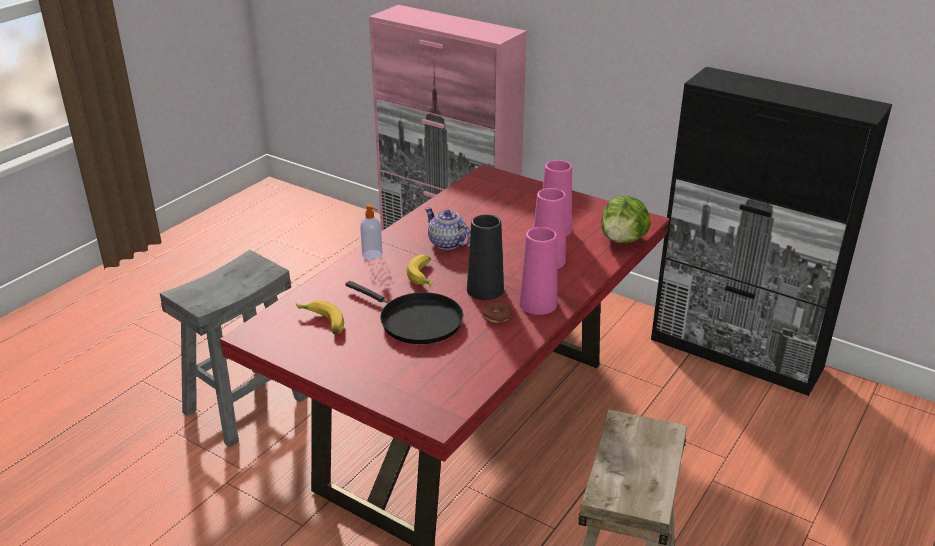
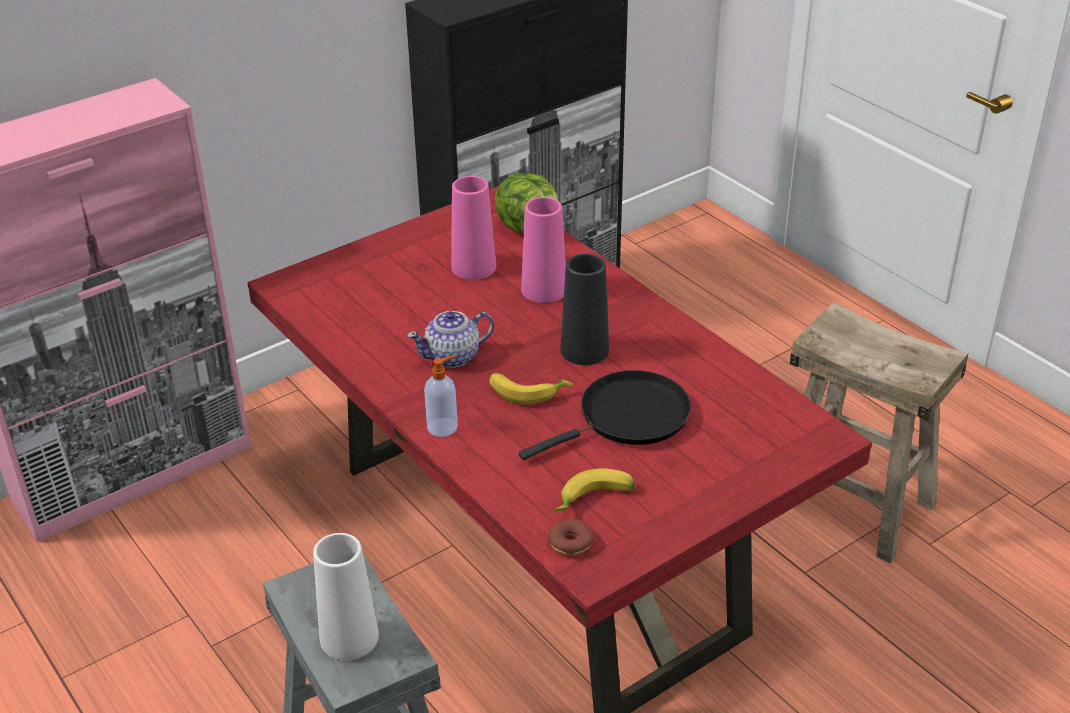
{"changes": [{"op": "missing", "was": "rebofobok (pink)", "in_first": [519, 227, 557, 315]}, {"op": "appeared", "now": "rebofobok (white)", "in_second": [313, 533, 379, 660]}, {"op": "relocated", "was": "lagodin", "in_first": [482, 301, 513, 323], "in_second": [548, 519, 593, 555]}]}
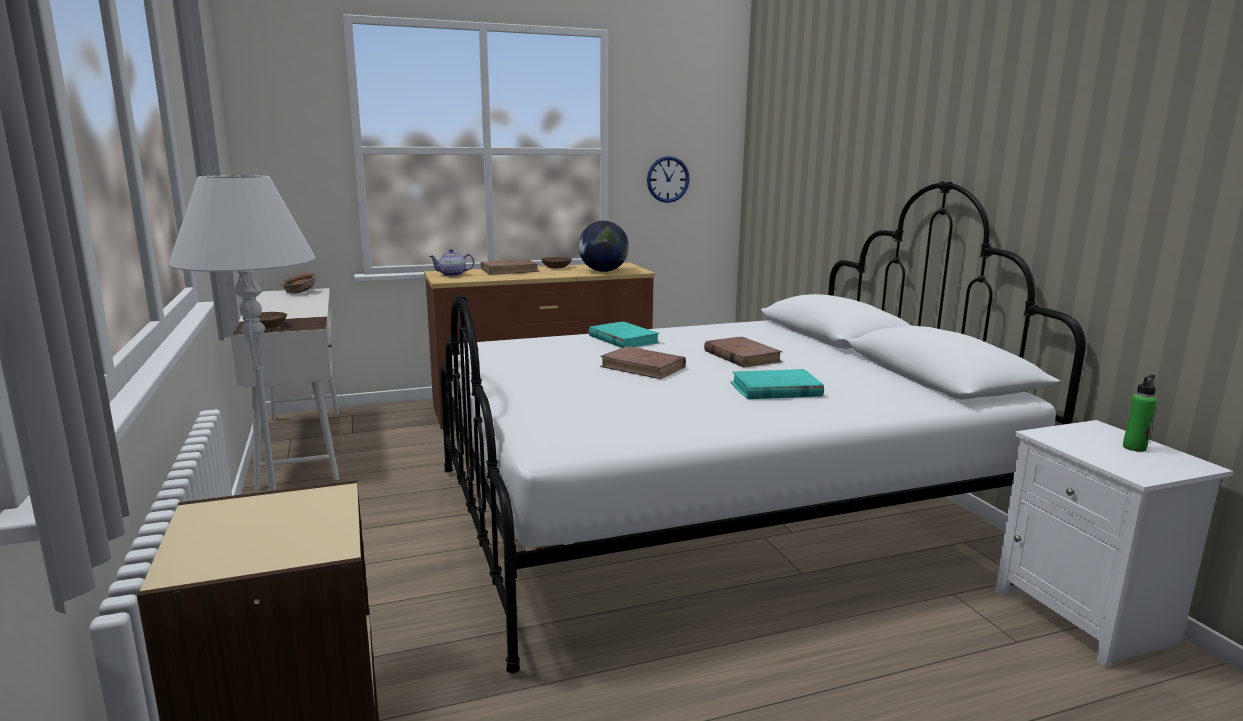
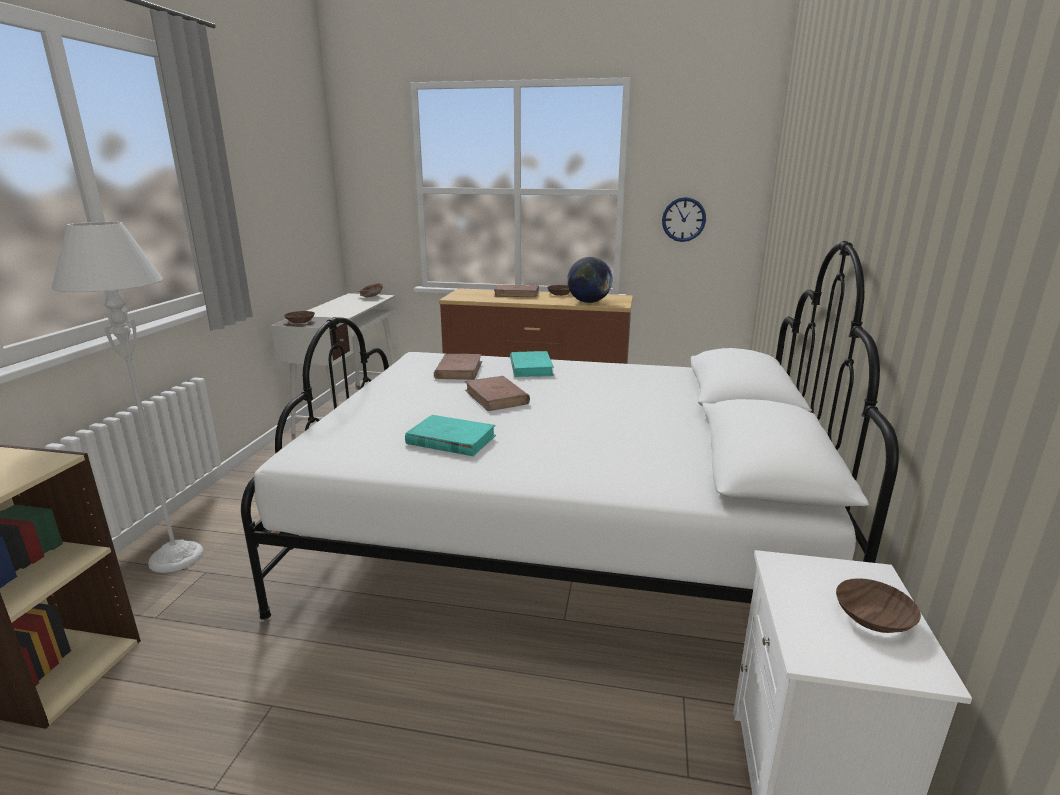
{"changes": [{"op": "missing", "was": "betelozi", "in_first": [429, 249, 474, 277]}, {"op": "relocated", "was": "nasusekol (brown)", "in_first": [704, 337, 783, 368], "in_second": [434, 354, 482, 380]}, {"op": "relocated", "was": "nasusekol (turquoise)", "in_first": [730, 369, 824, 399], "in_second": [405, 415, 496, 456]}, {"op": "exchanged", "was": "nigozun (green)", "now": "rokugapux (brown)", "in_first": [1123, 375, 1157, 452], "in_second": [836, 578, 921, 633]}]}
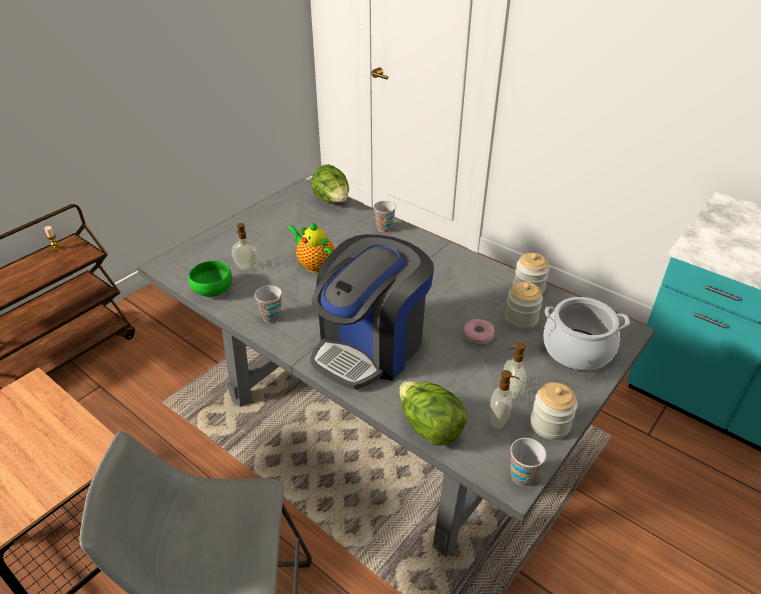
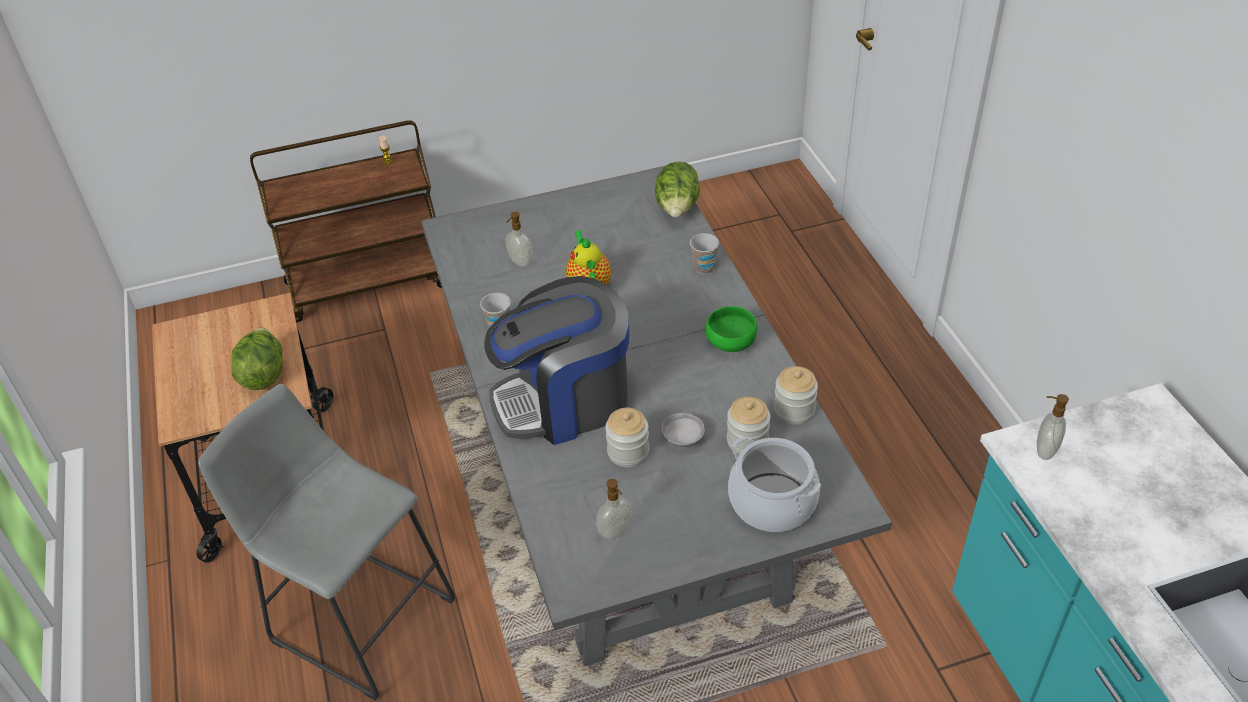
{"changes": [{"op": "missing", "was": "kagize", "in_first": [510, 438, 546, 486]}, {"op": "relocated", "was": "rokugapux (green)", "in_first": [188, 260, 232, 297], "in_second": [705, 306, 757, 352]}, {"op": "relocated", "was": "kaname", "in_first": [399, 381, 466, 446], "in_second": [231, 327, 282, 390]}, {"op": "relocated", "was": "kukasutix", "in_first": [503, 342, 527, 400], "in_second": [1037, 394, 1069, 460]}, {"op": "relocated", "was": "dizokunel", "in_first": [531, 382, 578, 440], "in_second": [605, 408, 649, 467]}, {"op": "exchanged", "was": "lagodin", "now": "rokugapux (grey)", "in_first": [463, 319, 495, 345], "in_second": [661, 413, 705, 447]}]}
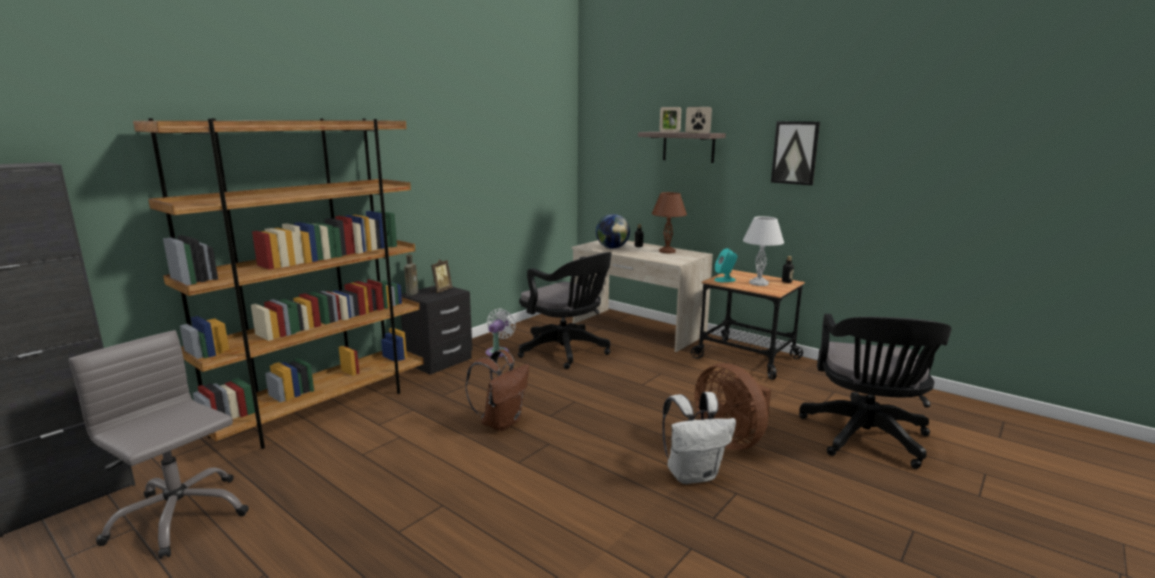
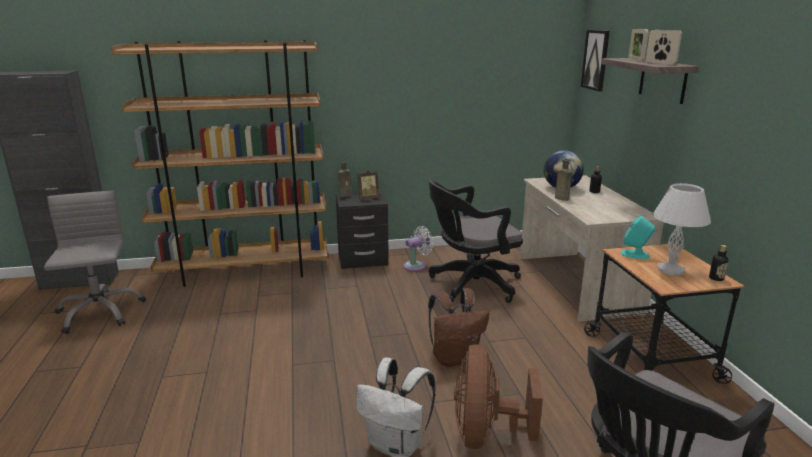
{"changes": [{"op": "missing", "was": "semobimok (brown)", "in_first": [652, 192, 687, 253]}, {"op": "appeared", "now": "nigozun (brown)", "in_second": [555, 159, 572, 201]}, {"op": "relocated", "was": "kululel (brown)", "in_first": [465, 350, 529, 431], "in_second": [428, 288, 490, 367]}, {"op": "relocated", "was": "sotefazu", "in_first": [771, 121, 820, 185], "in_second": [581, 30, 610, 92]}, {"op": "spun", "was": "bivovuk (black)", "in_first": [518, 252, 612, 369], "in_second": [428, 180, 523, 303], "clockwise": 75}]}
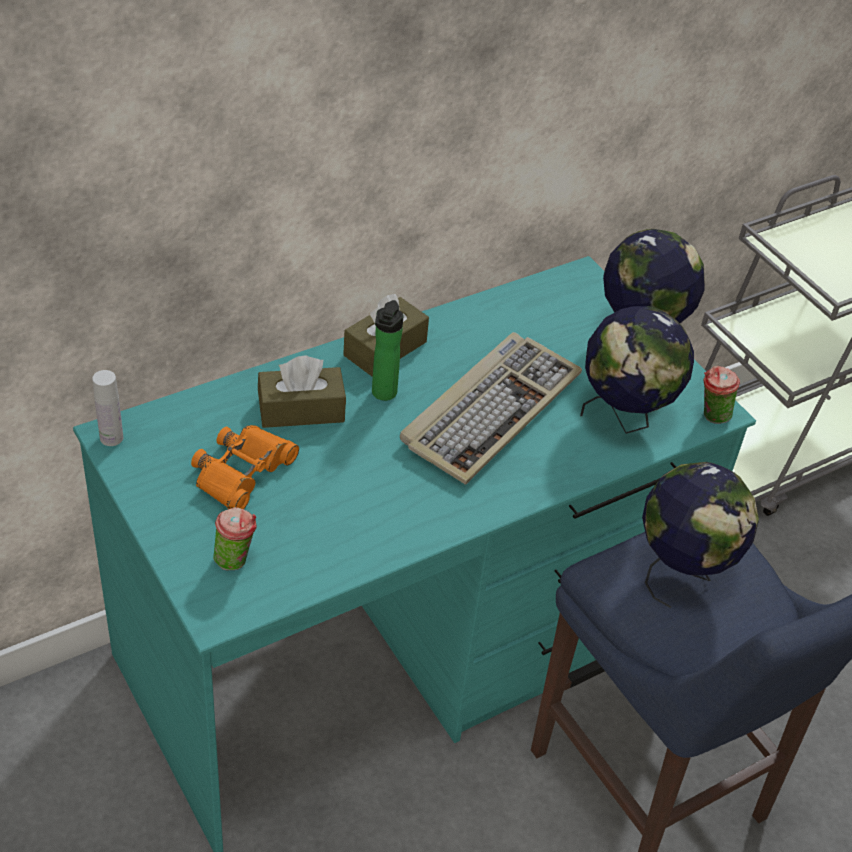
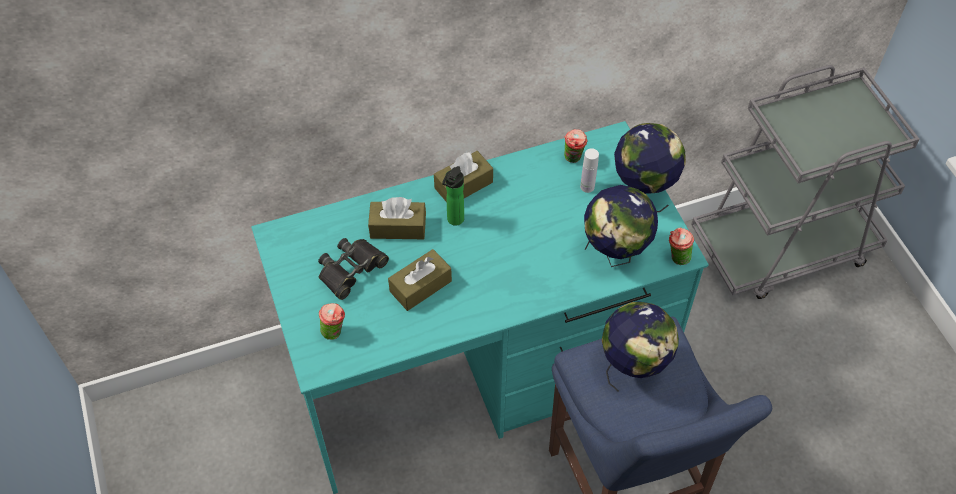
{"changes": [{"op": "missing", "was": "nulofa", "in_first": [400, 332, 582, 484]}, {"op": "appeared", "now": "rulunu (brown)", "in_second": [388, 249, 452, 311]}, {"op": "appeared", "now": "kagize", "in_second": [564, 129, 587, 163]}, {"op": "relocated", "was": "nigozun (white)", "in_first": [92, 370, 123, 446], "in_second": [580, 148, 599, 193]}, {"op": "colour", "was": "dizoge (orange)", "now": "dizoge (black)", "in_first": [191, 425, 299, 509], "in_second": [318, 238, 389, 300]}]}
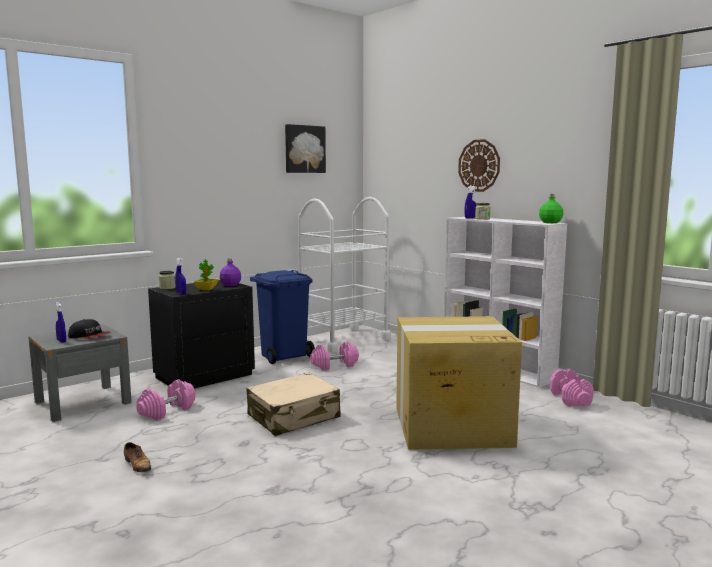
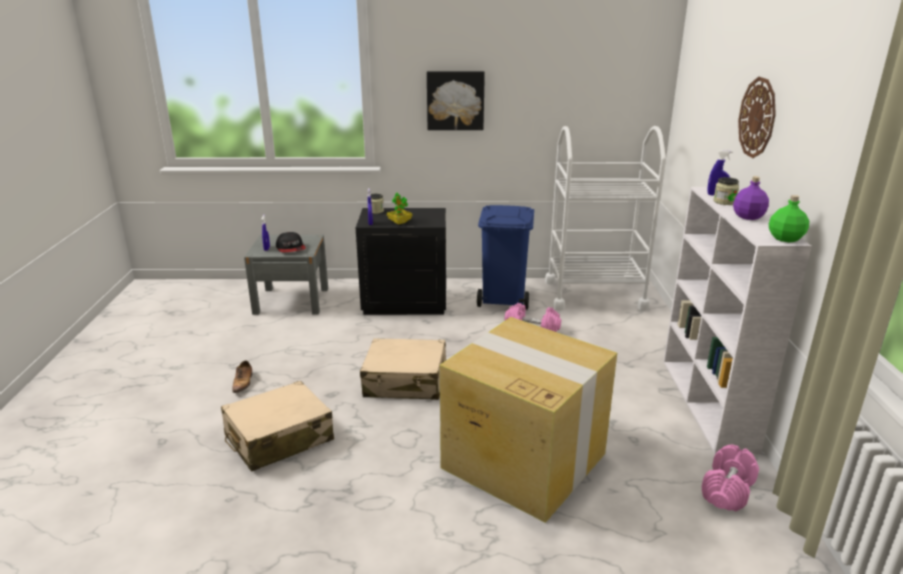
{"changes": [{"op": "missing", "was": "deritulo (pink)", "in_first": [136, 379, 195, 420]}, {"op": "appeared", "now": "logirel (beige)", "in_second": [221, 381, 334, 471]}, {"op": "relocated", "was": "nigozun (purple)", "in_first": [220, 258, 241, 286], "in_second": [733, 176, 769, 220]}, {"op": "relocated", "was": "sotefazu", "in_first": [285, 124, 326, 173], "in_second": [427, 71, 485, 130]}]}
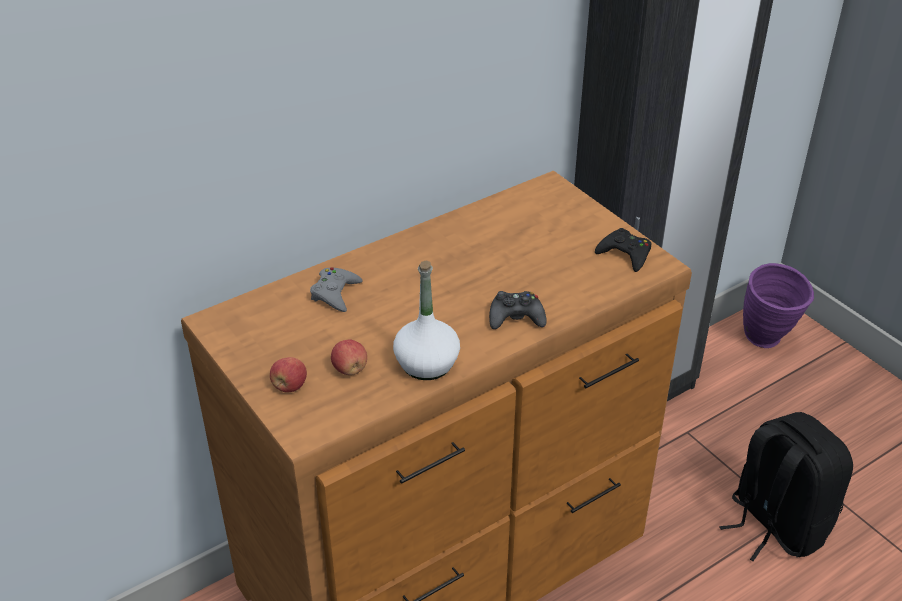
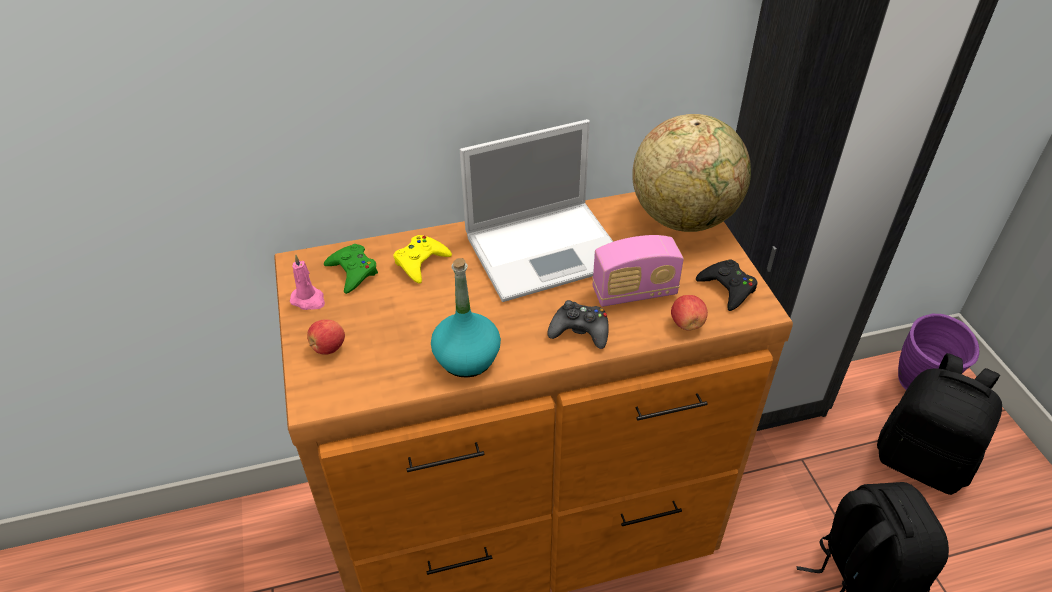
{"changes": [{"op": "appeared", "now": "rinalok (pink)", "in_second": [290, 255, 325, 310]}, {"op": "appeared", "now": "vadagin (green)", "in_second": [324, 244, 378, 294]}, {"op": "appeared", "now": "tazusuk", "in_second": [460, 119, 613, 302]}, {"op": "appeared", "now": "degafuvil", "in_second": [592, 235, 684, 307]}, {"op": "appeared", "now": "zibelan", "in_second": [632, 114, 751, 232]}, {"op": "appeared", "now": "kululel (black)", "in_second": [877, 353, 1002, 495]}, {"op": "relocated", "was": "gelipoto", "in_first": [331, 340, 367, 375], "in_second": [671, 295, 708, 331]}, {"op": "colour", "was": "vadagin (grey)", "now": "vadagin (yellow)", "in_first": [310, 267, 362, 312], "in_second": [393, 235, 452, 283]}, {"op": "colour", "was": "nigozun (white)", "now": "nigozun (turquoise)", "in_first": [393, 260, 460, 380], "in_second": [431, 258, 501, 377]}]}
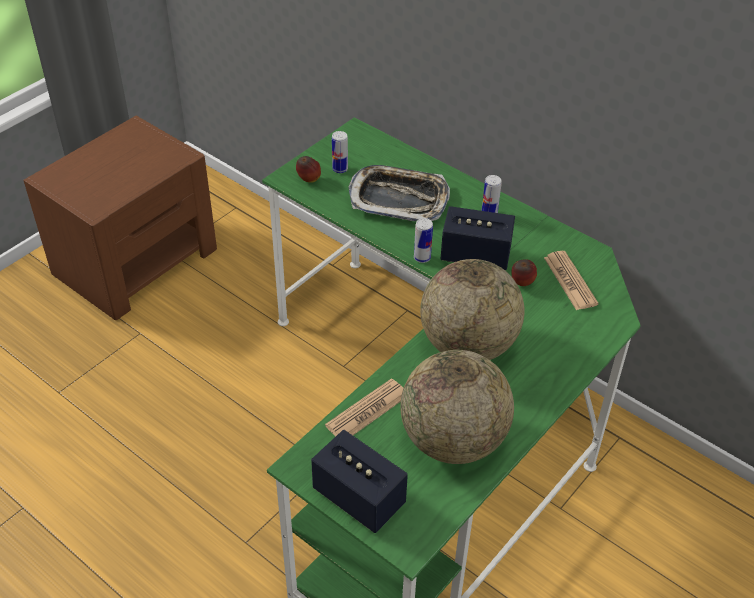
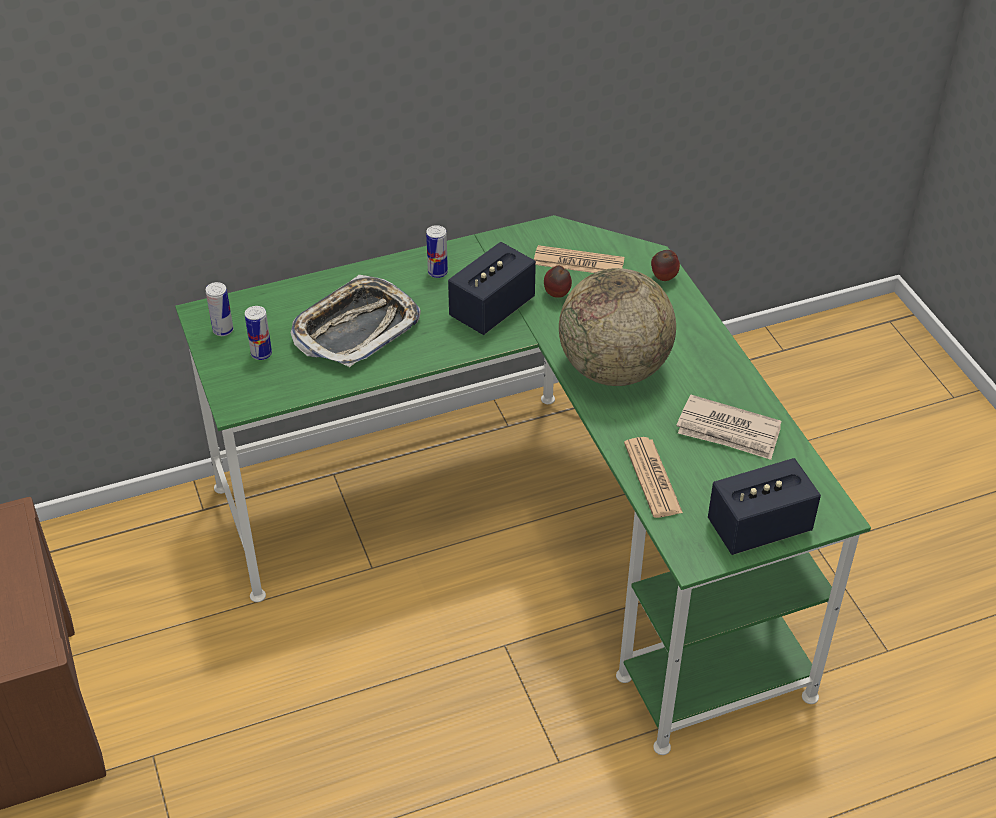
{"changes": [{"op": "relocated", "was": "gelipoto", "in_first": [296, 156, 321, 183], "in_second": [651, 250, 680, 281]}, {"op": "relocated", "was": "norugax", "in_first": [414, 218, 433, 263], "in_second": [206, 282, 233, 336]}, {"op": "exchanged", "was": "zibelan", "now": "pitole", "in_first": [400, 350, 514, 464], "in_second": [676, 395, 781, 460]}]}
